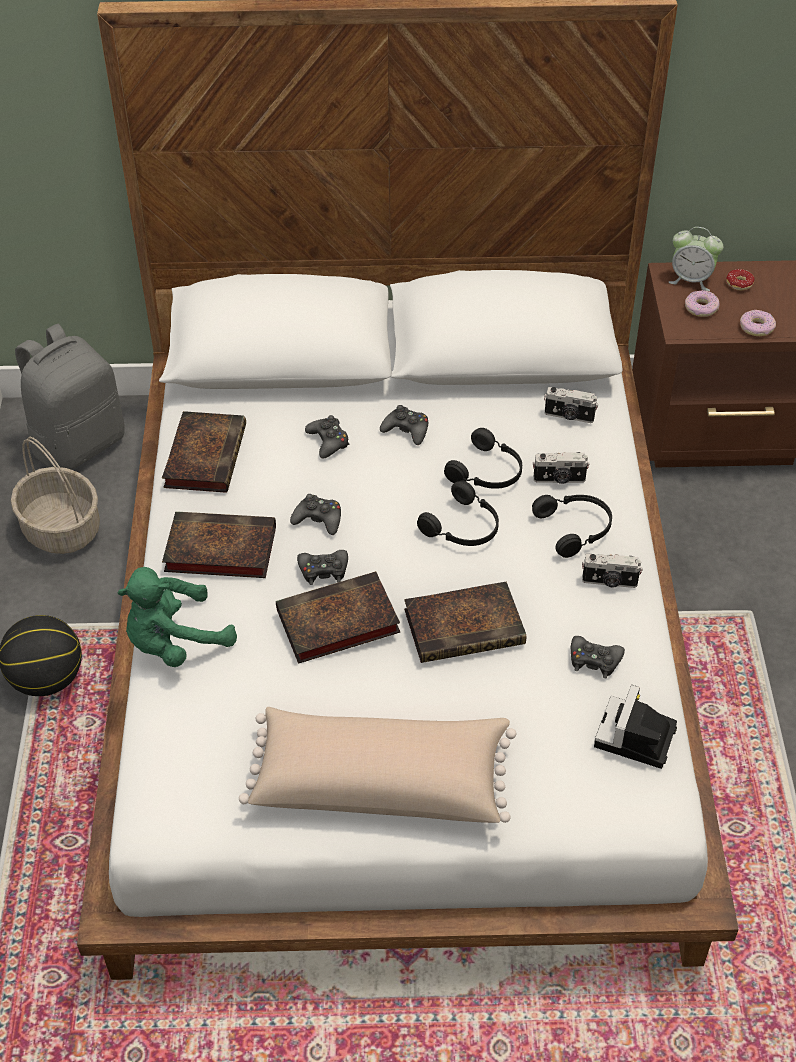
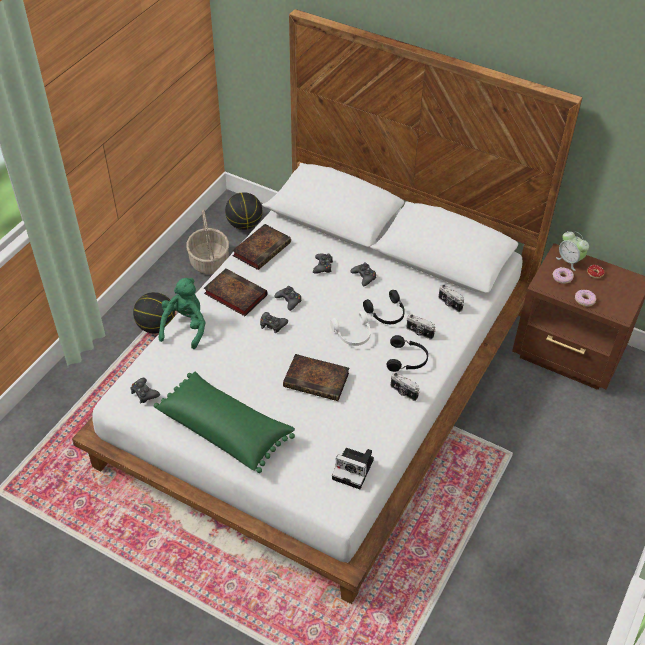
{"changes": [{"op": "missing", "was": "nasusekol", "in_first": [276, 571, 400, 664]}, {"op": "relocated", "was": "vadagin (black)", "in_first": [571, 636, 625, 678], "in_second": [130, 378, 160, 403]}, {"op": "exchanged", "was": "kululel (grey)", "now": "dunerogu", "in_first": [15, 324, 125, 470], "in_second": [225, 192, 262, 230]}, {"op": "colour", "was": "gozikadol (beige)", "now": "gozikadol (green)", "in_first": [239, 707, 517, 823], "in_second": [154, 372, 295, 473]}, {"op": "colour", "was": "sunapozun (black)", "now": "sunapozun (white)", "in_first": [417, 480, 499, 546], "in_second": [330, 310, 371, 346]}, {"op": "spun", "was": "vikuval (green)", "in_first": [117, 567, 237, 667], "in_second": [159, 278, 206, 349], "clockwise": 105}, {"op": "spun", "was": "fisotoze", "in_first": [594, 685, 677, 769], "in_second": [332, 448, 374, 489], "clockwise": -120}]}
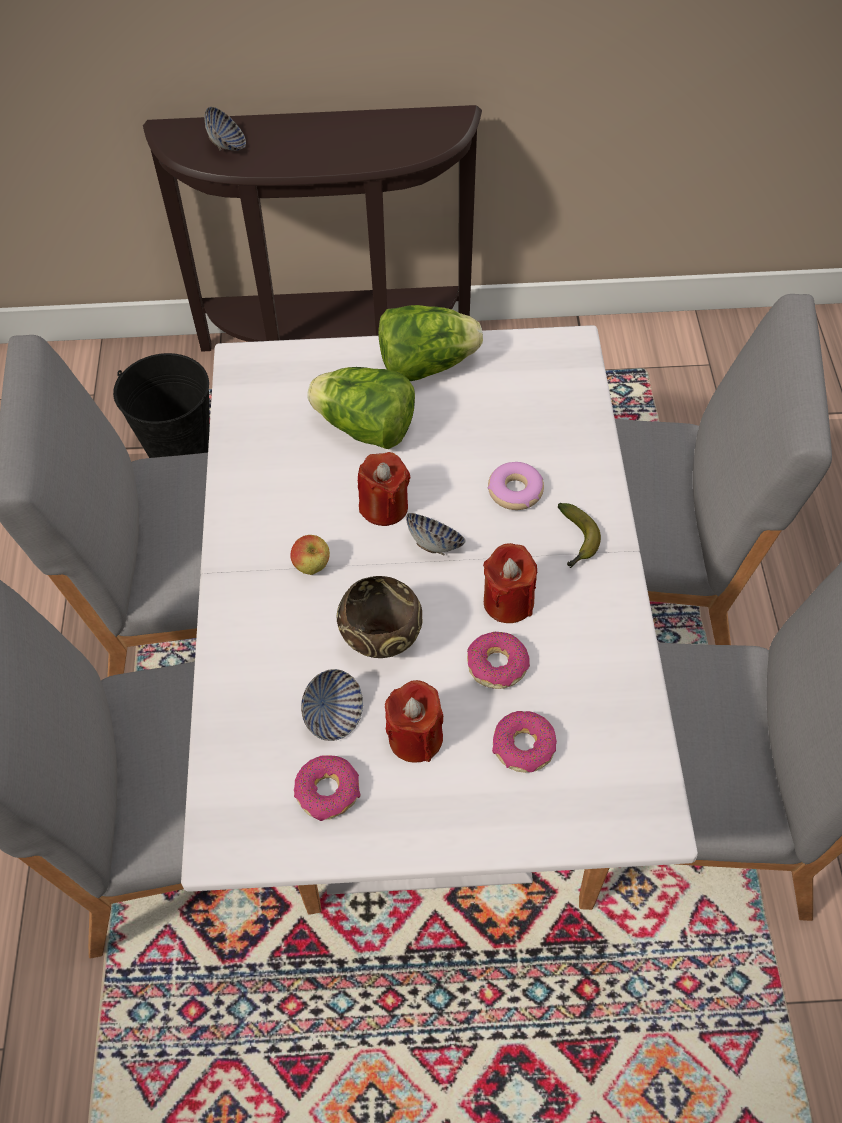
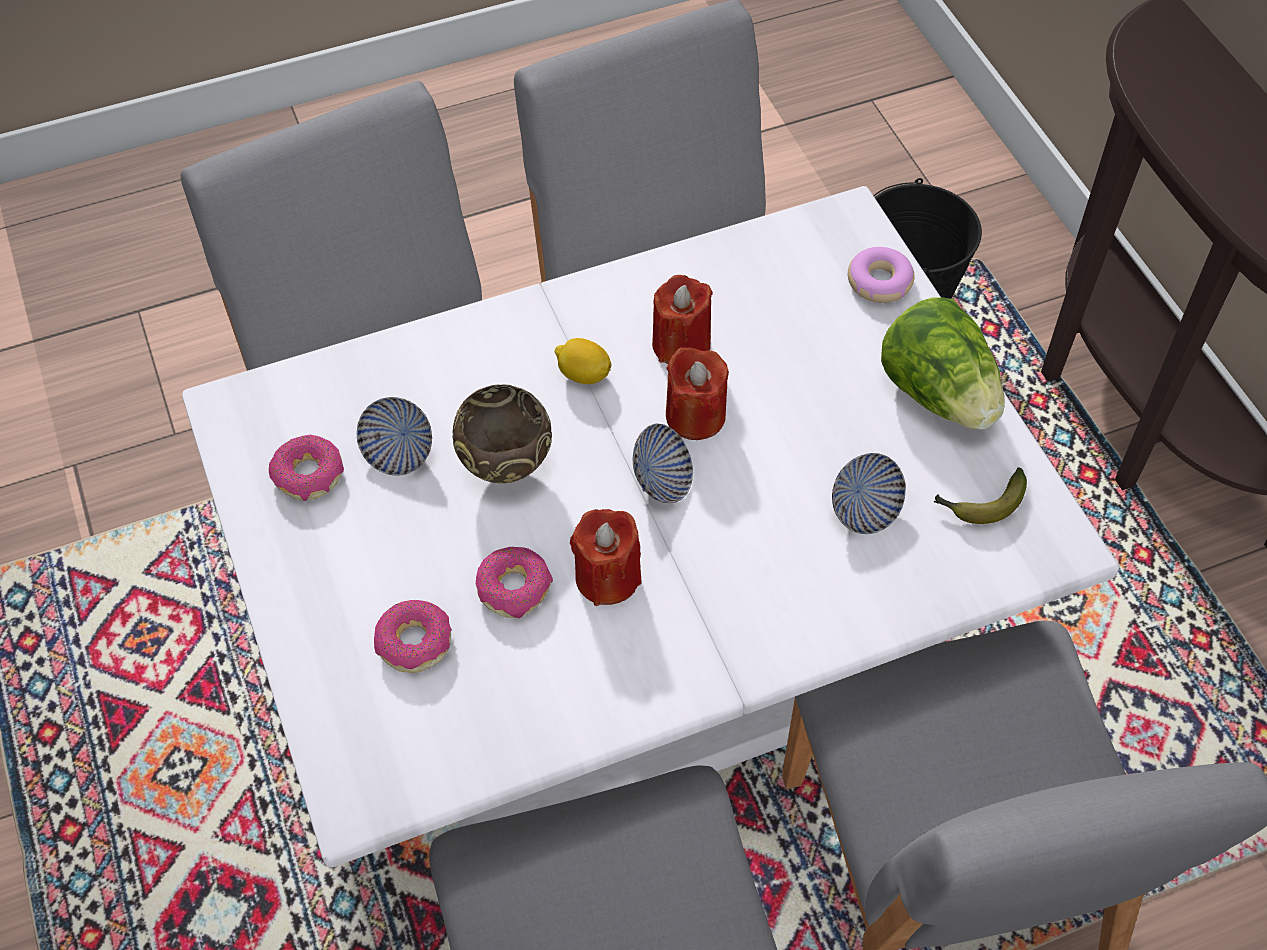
{"changes": [{"op": "missing", "was": "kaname", "in_first": [307, 367, 415, 449]}, {"op": "relocated", "was": "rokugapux", "in_first": [204, 107, 246, 151], "in_second": [832, 453, 906, 534]}, {"op": "relocated", "was": "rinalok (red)", "in_first": [385, 680, 443, 763], "in_second": [652, 275, 713, 364]}, {"op": "relocated", "was": "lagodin", "in_first": [488, 462, 544, 510], "in_second": [848, 247, 914, 303]}, {"op": "relocated", "was": "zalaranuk", "in_first": [558, 503, 601, 568], "in_second": [933, 467, 1027, 524]}, {"op": "exchanged", "was": "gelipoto", "now": "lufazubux", "in_first": [290, 535, 330, 575], "in_second": [554, 338, 611, 384]}]}
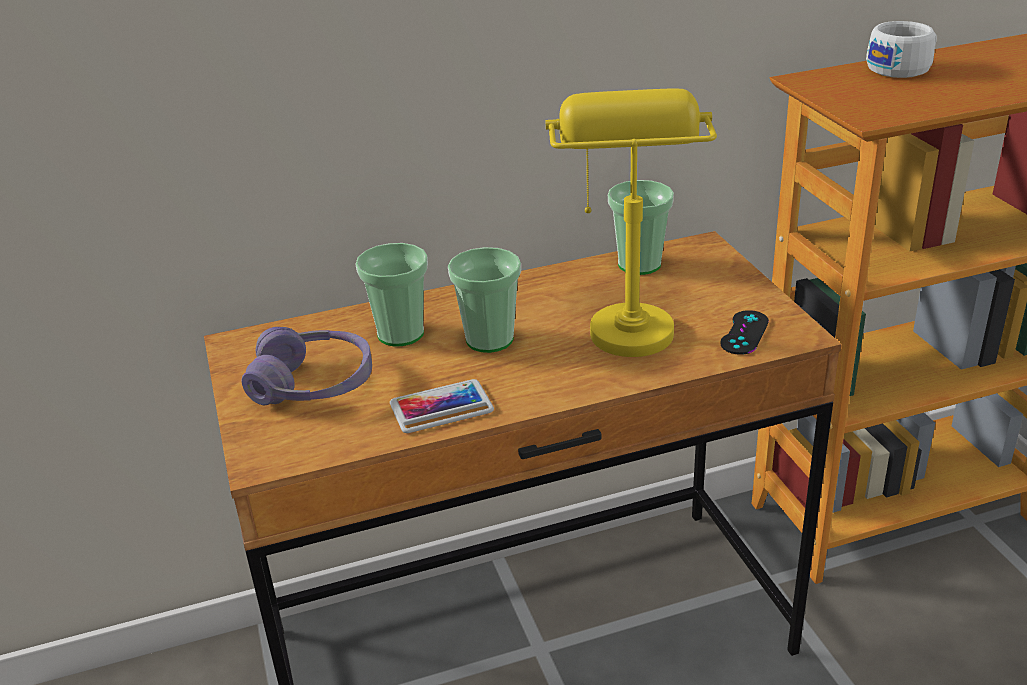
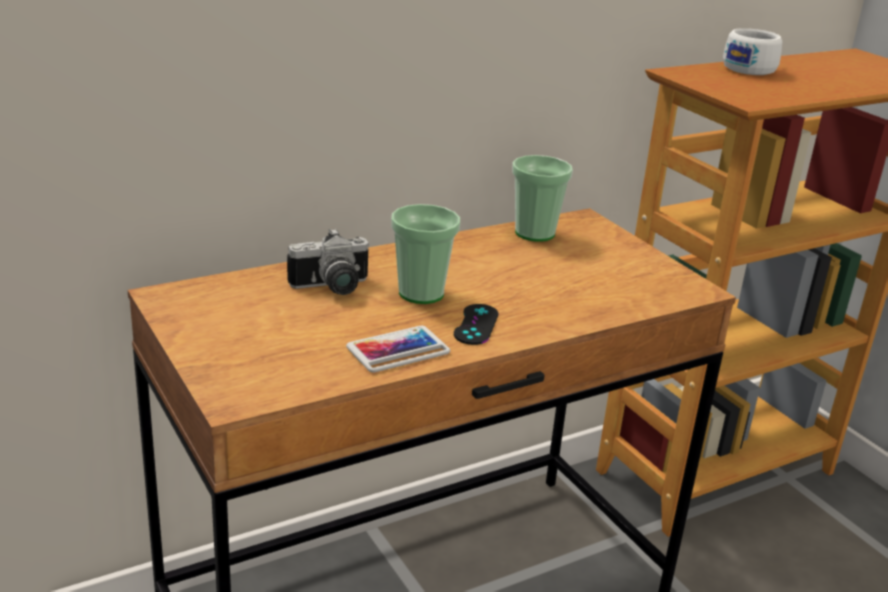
{"changes": [{"op": "missing", "was": "sunapozun (purple)", "in_first": [242, 327, 372, 405]}, {"op": "missing", "was": "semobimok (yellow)", "in_first": [546, 88, 717, 357]}, {"op": "relocated", "was": "vadagin (black)", "in_first": [720, 310, 769, 355], "in_second": [454, 304, 498, 345]}, {"op": "exchanged", "was": "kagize", "now": "fisotoze", "in_first": [355, 243, 428, 346], "in_second": [287, 228, 369, 295]}]}
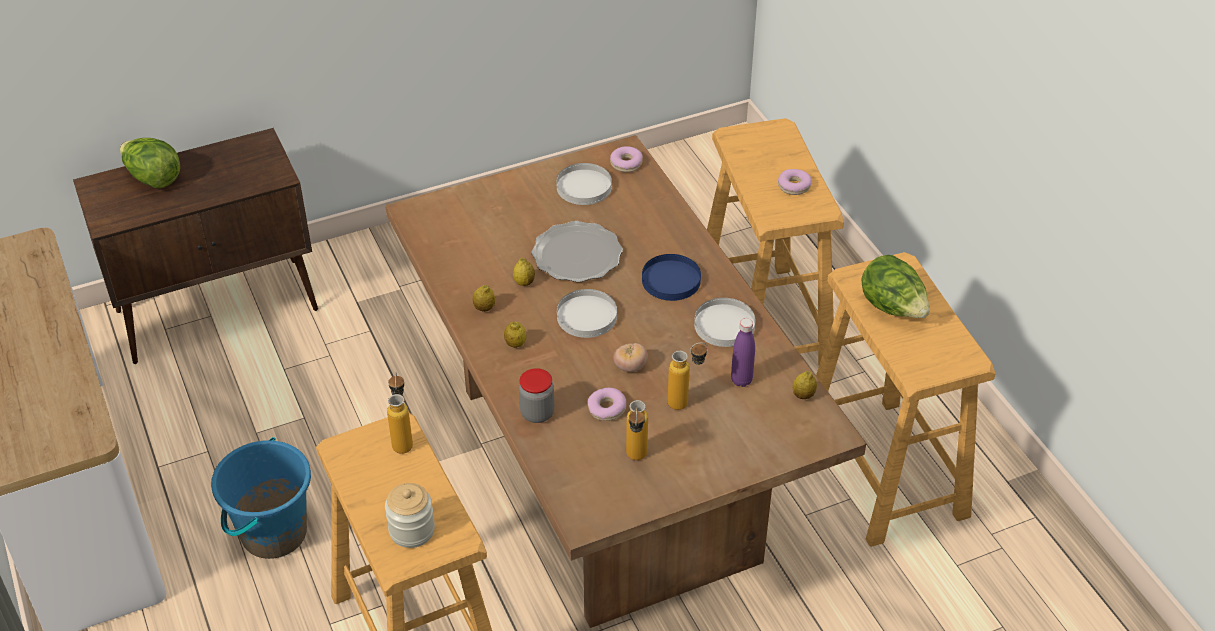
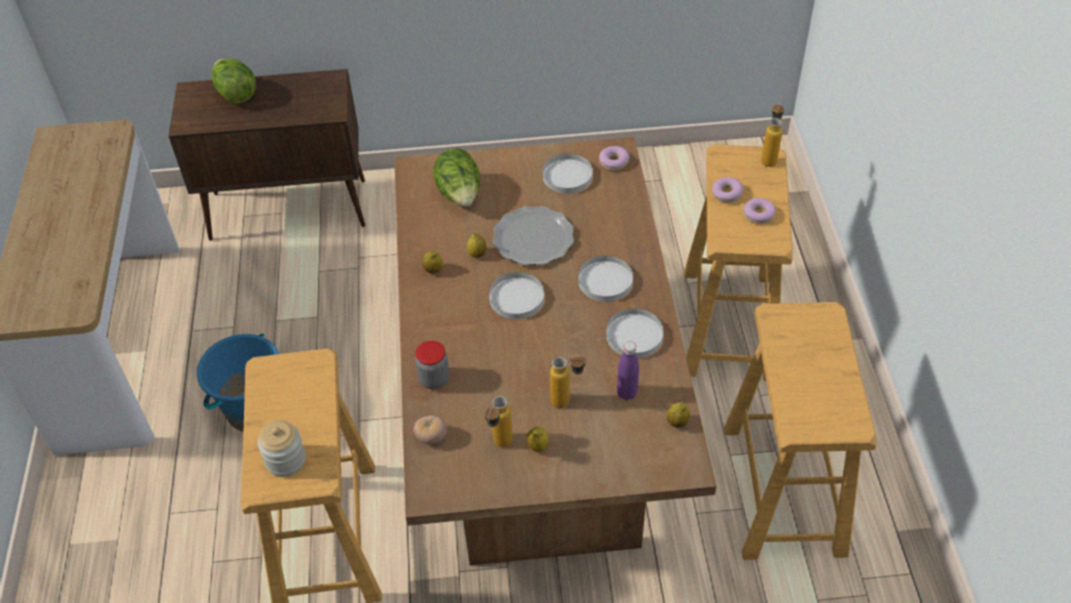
{"changes": [{"op": "relocated", "was": "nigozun", "in_first": [387, 372, 413, 454], "in_second": [761, 101, 784, 167]}, {"op": "relocated", "was": "lufazubux", "in_first": [504, 321, 526, 348], "in_second": [527, 427, 549, 452]}, {"op": "relocated", "was": "lagodin", "in_first": [588, 388, 626, 421], "in_second": [712, 177, 743, 203]}, {"op": "relocated", "was": "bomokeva", "in_first": [614, 343, 648, 372], "in_second": [413, 415, 447, 444]}, {"op": "relocated", "was": "kaname", "in_first": [861, 255, 930, 318], "in_second": [433, 148, 480, 207]}, {"op": "colour", "was": "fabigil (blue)", "now": "fabigil (white)", "in_first": [642, 254, 701, 301], "in_second": [578, 256, 633, 302]}]}
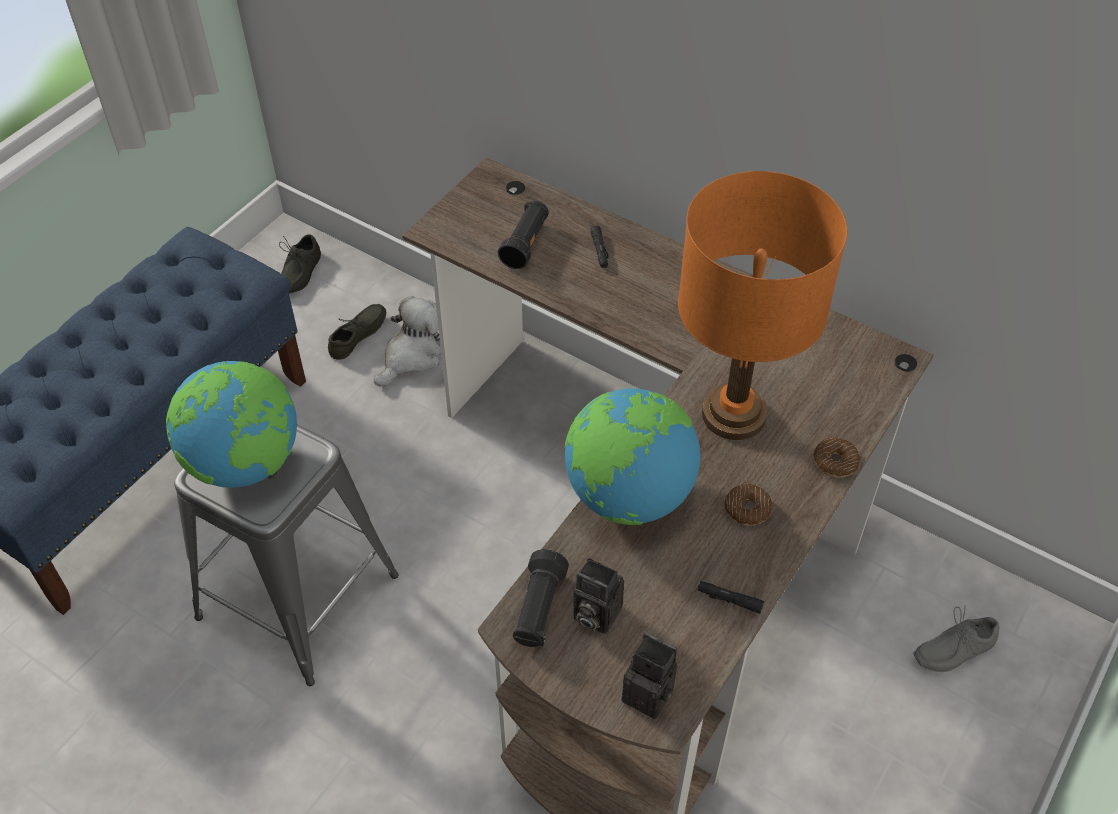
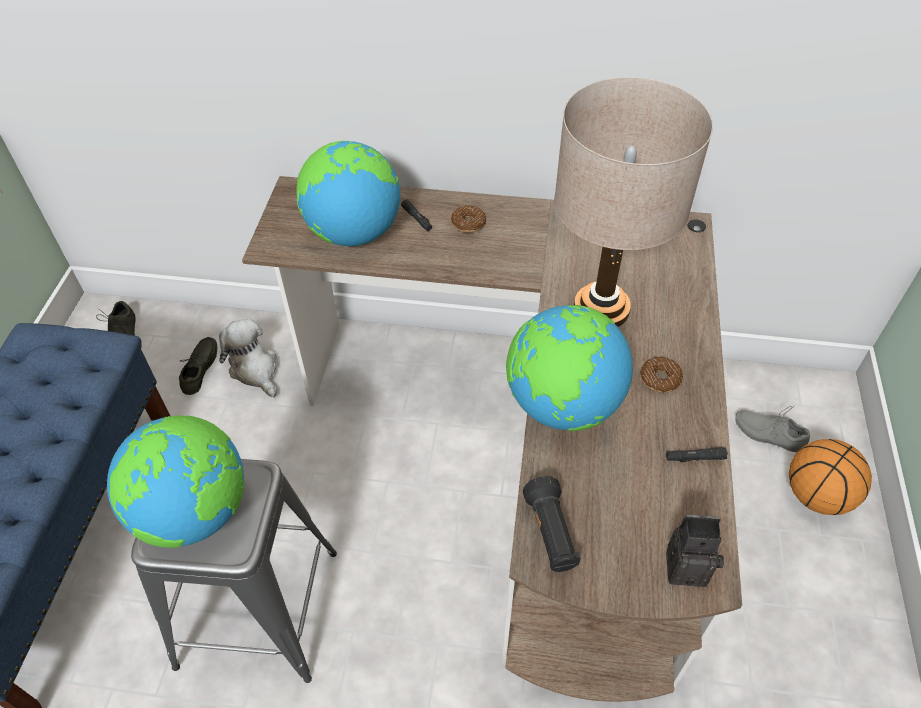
{"changes": [{"op": "missing", "was": "fisotoze", "in_first": [573, 558, 624, 634]}, {"op": "appeared", "now": "dunerogu", "in_second": [789, 439, 872, 515]}, {"op": "relocated", "was": "lagodin", "in_first": [813, 437, 860, 478], "in_second": [451, 205, 486, 233]}, {"op": "exchanged", "was": "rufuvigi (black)", "now": "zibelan", "in_first": [498, 201, 549, 269], "in_second": [296, 141, 400, 247]}, {"op": "colour", "was": "semobimok (orange)", "now": "semobimok (beige)", "in_first": [678, 171, 847, 440], "in_second": [554, 77, 713, 327]}, {"op": "spun", "was": "vikuval", "in_first": [374, 296, 441, 386], "in_second": [219, 318, 277, 397], "clockwise": -45}, {"op": "spun", "was": "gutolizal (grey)", "in_first": [913, 605, 1000, 672], "in_second": [735, 406, 810, 452], "clockwise": 75}]}
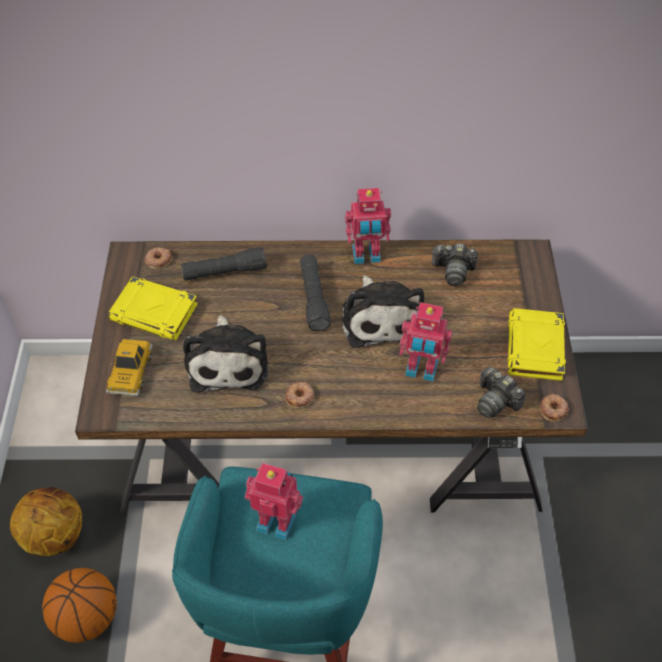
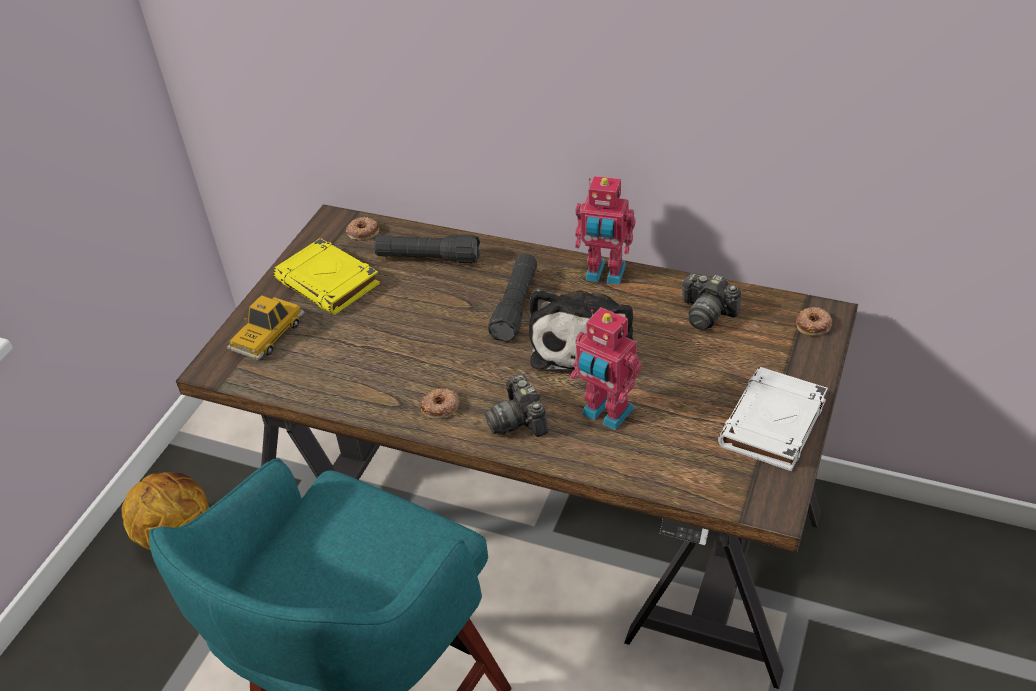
{"changes": [{"op": "missing", "was": "dunerogu", "in_first": [42, 568, 117, 643]}, {"op": "missing", "was": "vikuval", "in_first": [183, 315, 268, 393]}, {"op": "missing", "was": "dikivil", "in_first": [245, 463, 303, 540]}, {"op": "relocated", "was": "fisotoze", "in_first": [477, 367, 525, 418], "in_second": [485, 374, 549, 437]}, {"op": "relocated", "was": "lagodin", "in_first": [540, 394, 569, 422], "in_second": [796, 307, 832, 336]}, {"op": "colour", "was": "nasusekol (yellow)", "now": "nasusekol (white)", "in_first": [508, 308, 566, 381], "in_second": [718, 367, 828, 471]}]}
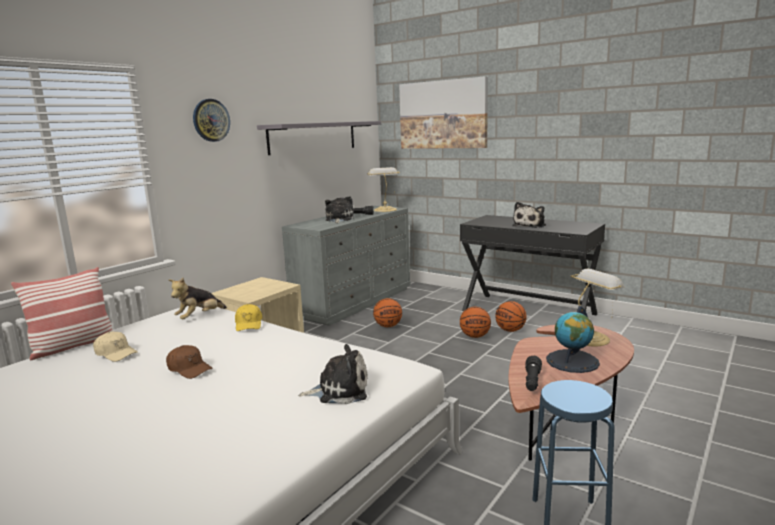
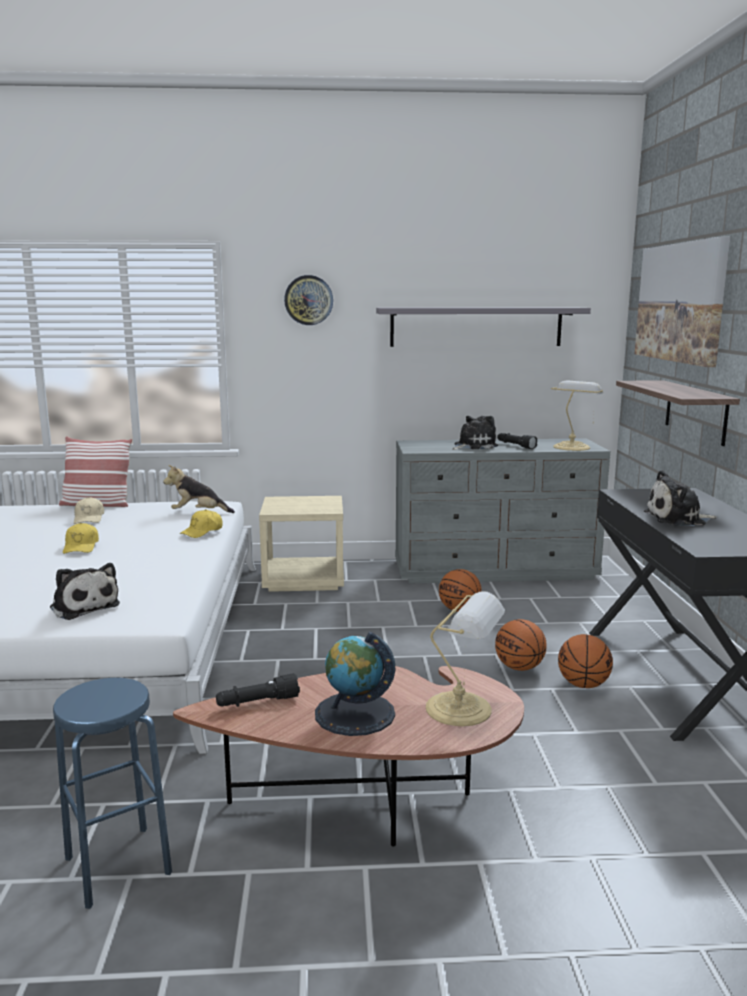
{"changes": [{"op": "appeared", "now": "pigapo", "in_second": [616, 380, 740, 446]}, {"op": "colour", "was": "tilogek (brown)", "now": "tilogek (yellow)", "in_first": [166, 345, 213, 379], "in_second": [63, 523, 99, 554]}]}
